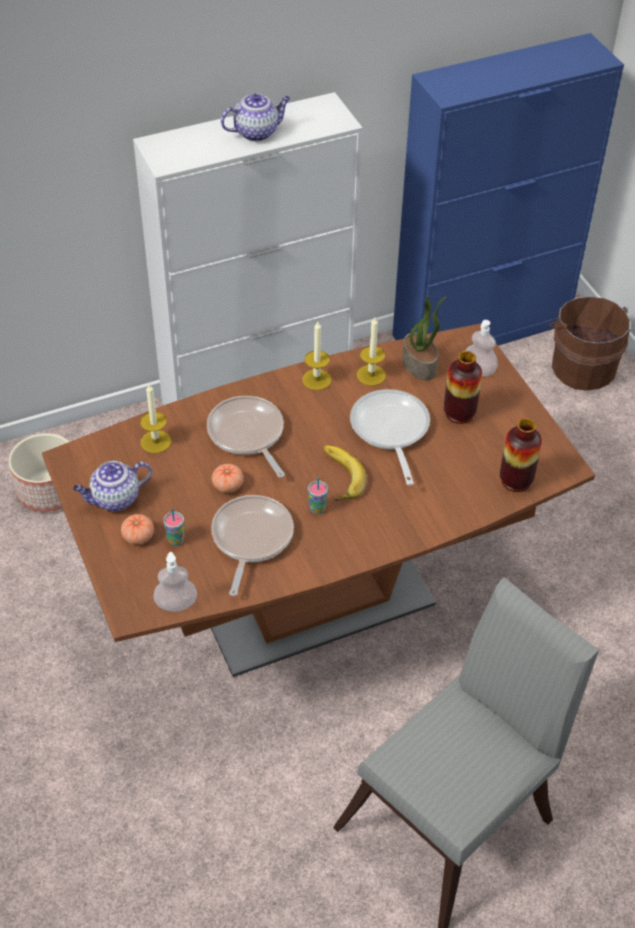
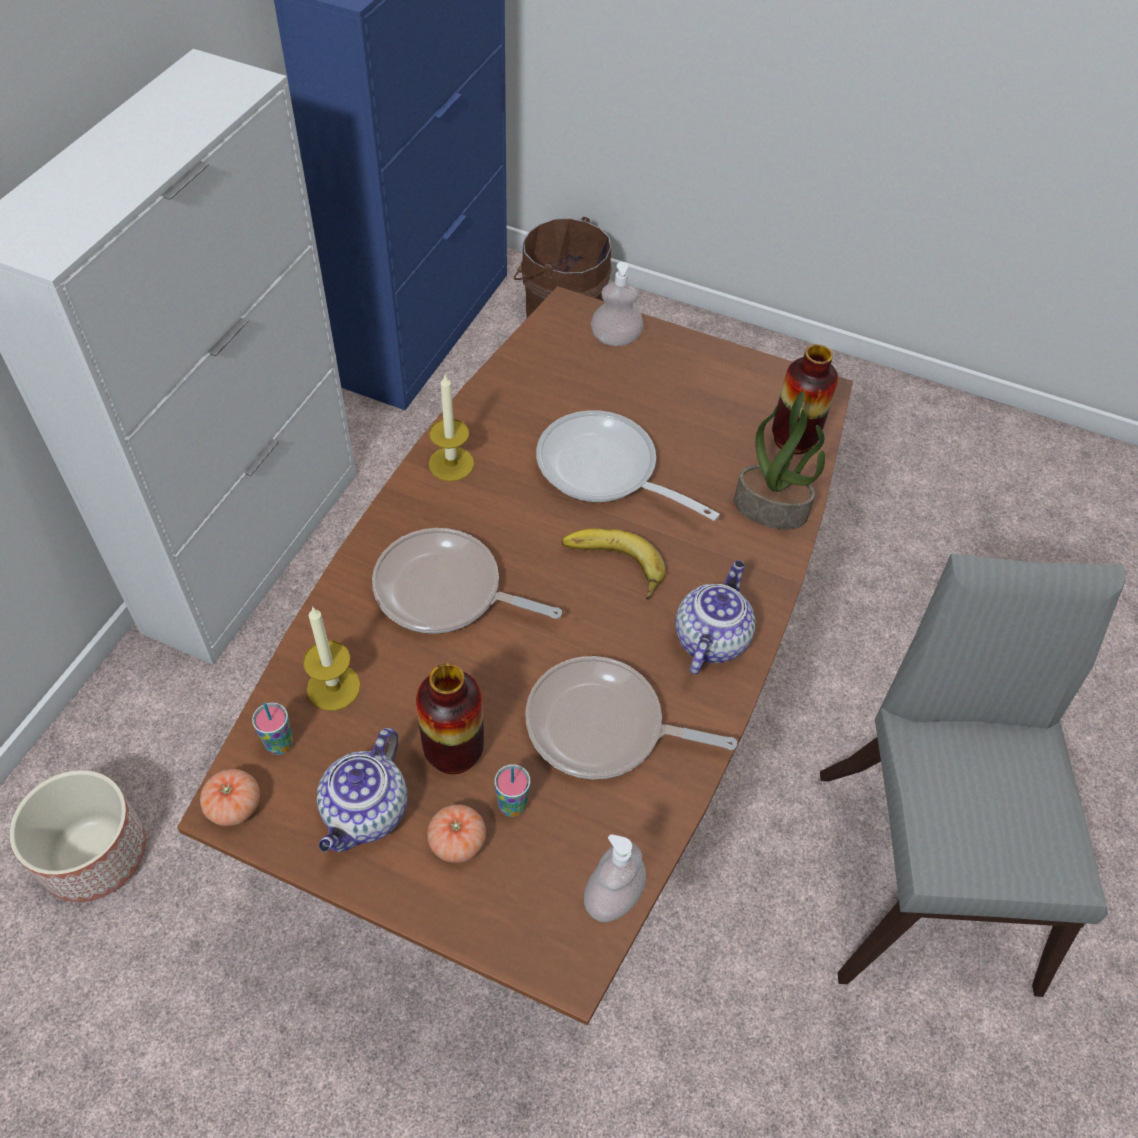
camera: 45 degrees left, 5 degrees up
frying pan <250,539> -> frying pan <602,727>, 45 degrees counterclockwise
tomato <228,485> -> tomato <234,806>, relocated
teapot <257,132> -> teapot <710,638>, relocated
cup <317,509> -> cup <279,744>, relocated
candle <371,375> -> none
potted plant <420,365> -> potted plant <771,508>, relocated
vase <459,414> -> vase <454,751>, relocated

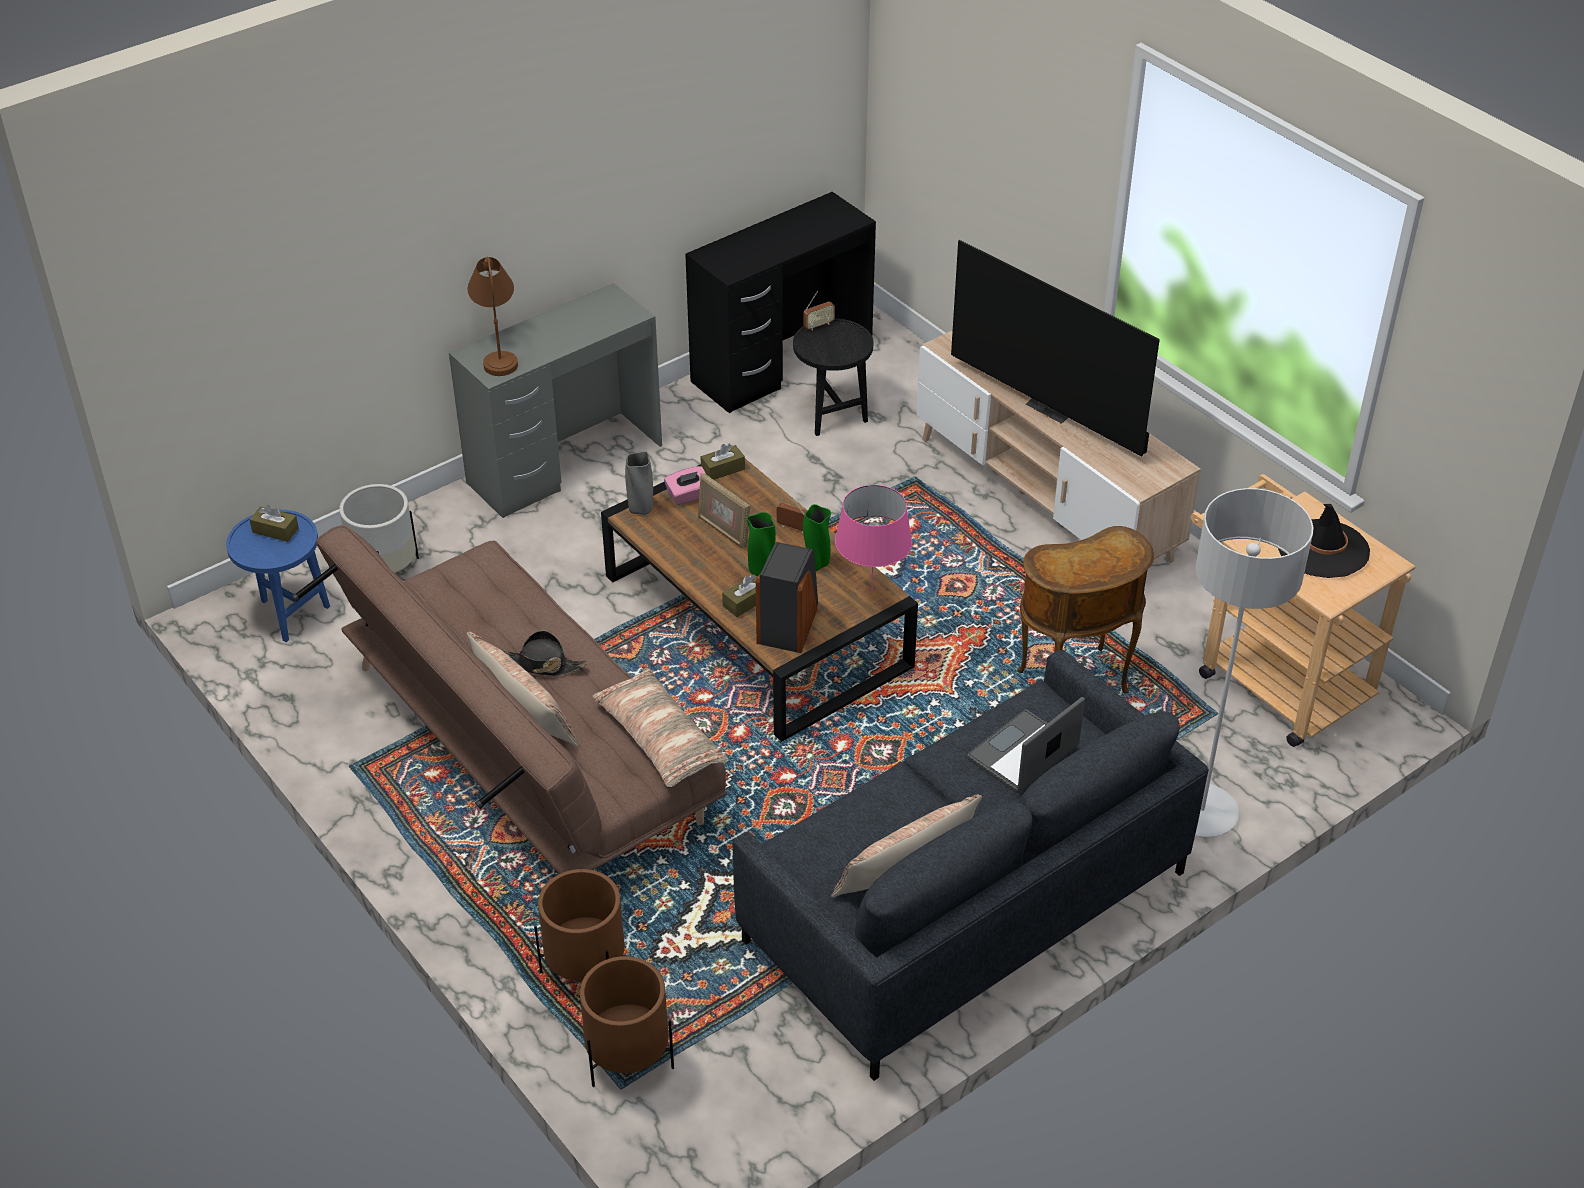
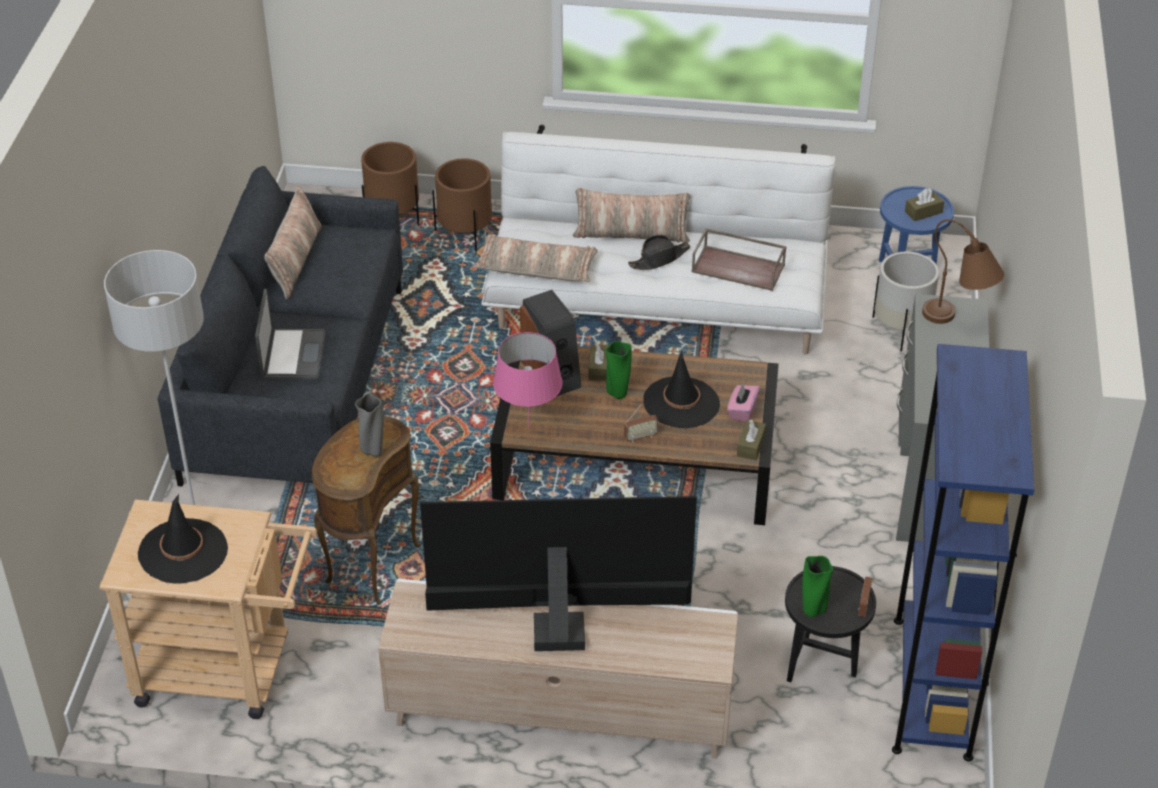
camera: 135 degrees right, 0 degrees up
brown sofa <526,746> -> white sofa <657,300>
grey vase <640,510> -> grey vase <373,450>, relocated
black desk <781,364> -> blue bookcase <932,687>
picture frame <723,532> -> black hat <681,403>
green vase <817,565> -> green vase <813,610>, relocated
none -> brown tray <739,268>

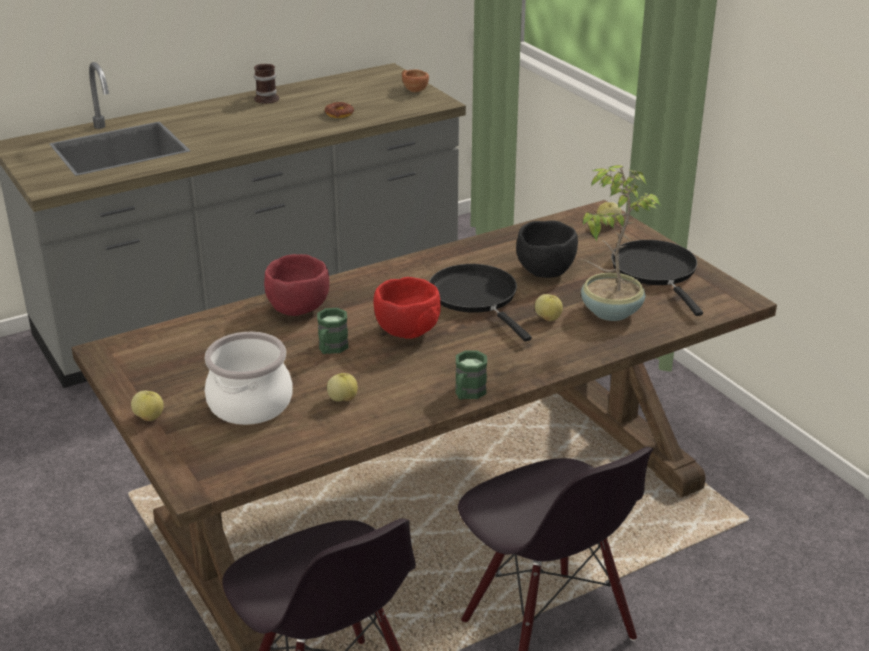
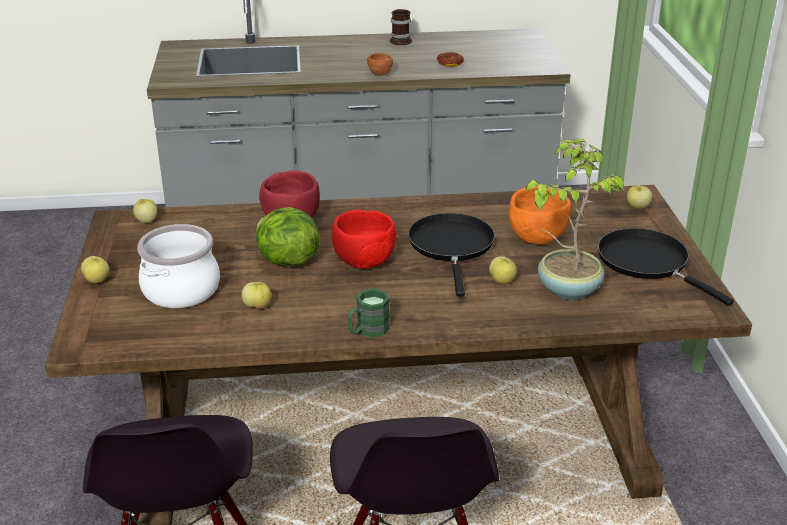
camera: 25 degrees right, 0 degrees up
green mug <331,349> -> lettuce <286,261>
brown cup <413,89> -> brown cup <379,72>, relocated
black bowl <545,270> -> orange bowl <537,237>
black frying pan <656,272> -> black frying pan <647,263>, 45 degrees counterclockwise
none -> apple <146,221>

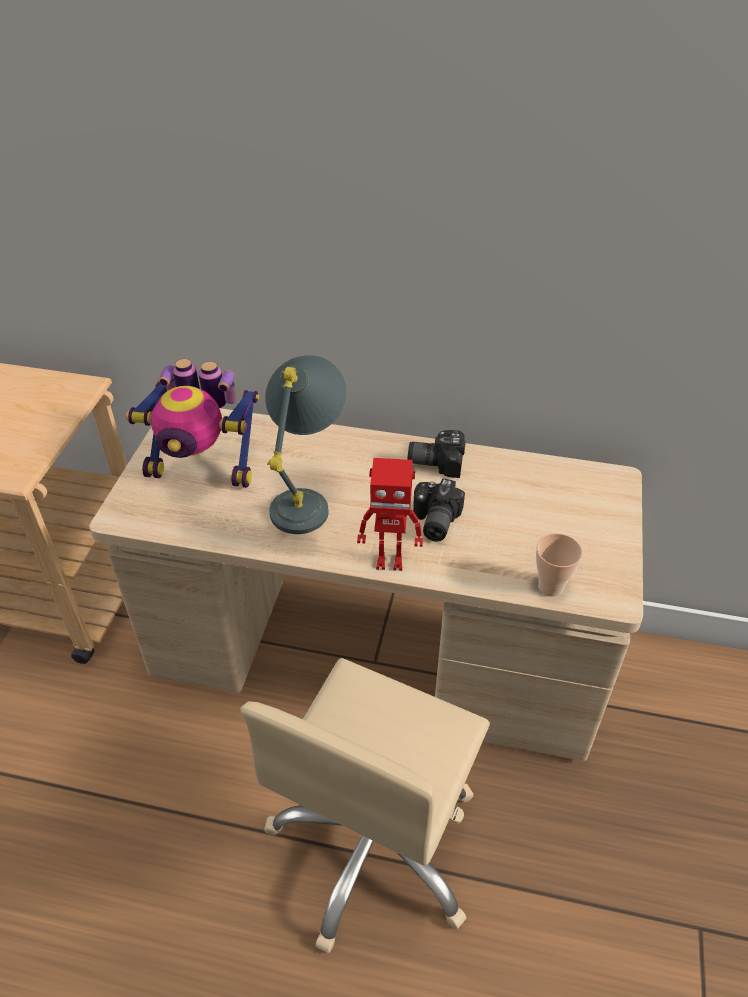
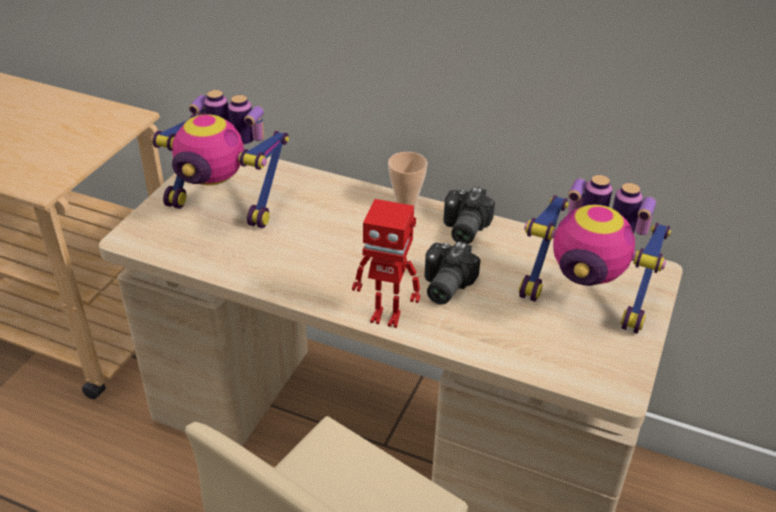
camera: 10 degrees right, 5 degrees down
grey table lamp <307,498> -> none
photo camera <436,461> -> photo camera <462,229>, 90 degrees counterclockwise
cup <550,587> -> cup <406,203>, relocated
none -> toy robot <584,301>

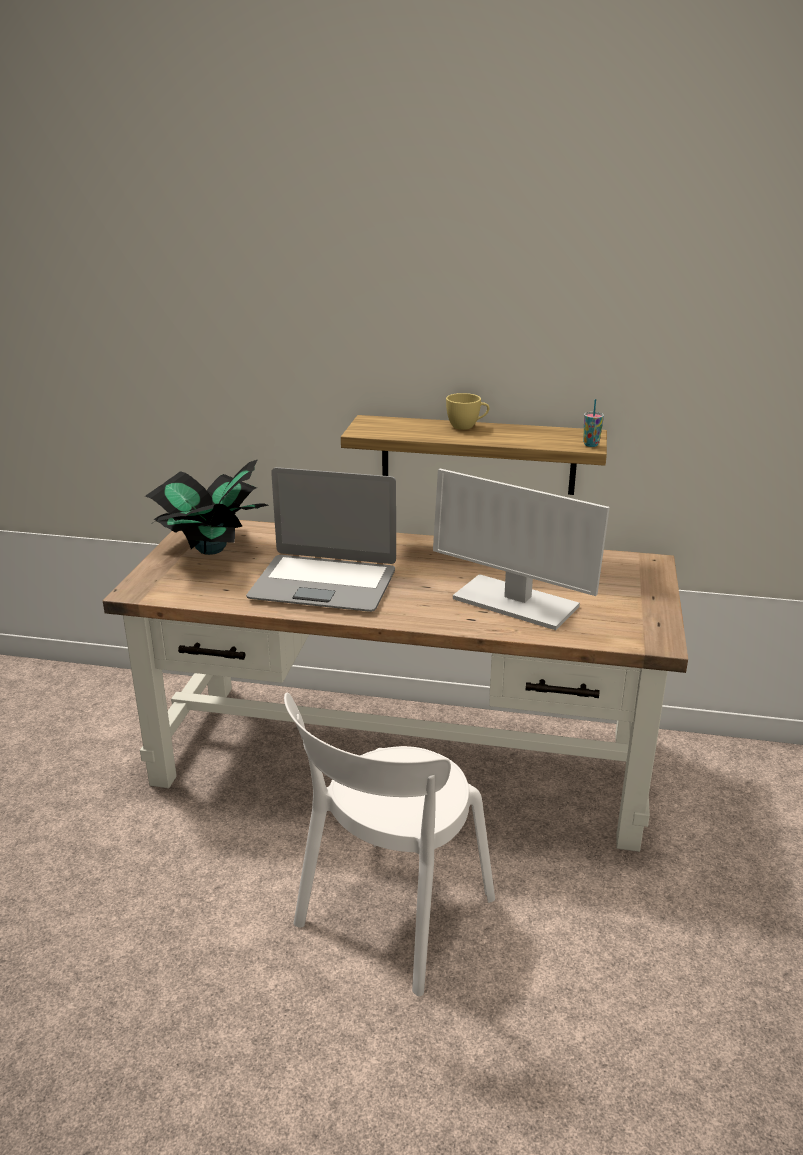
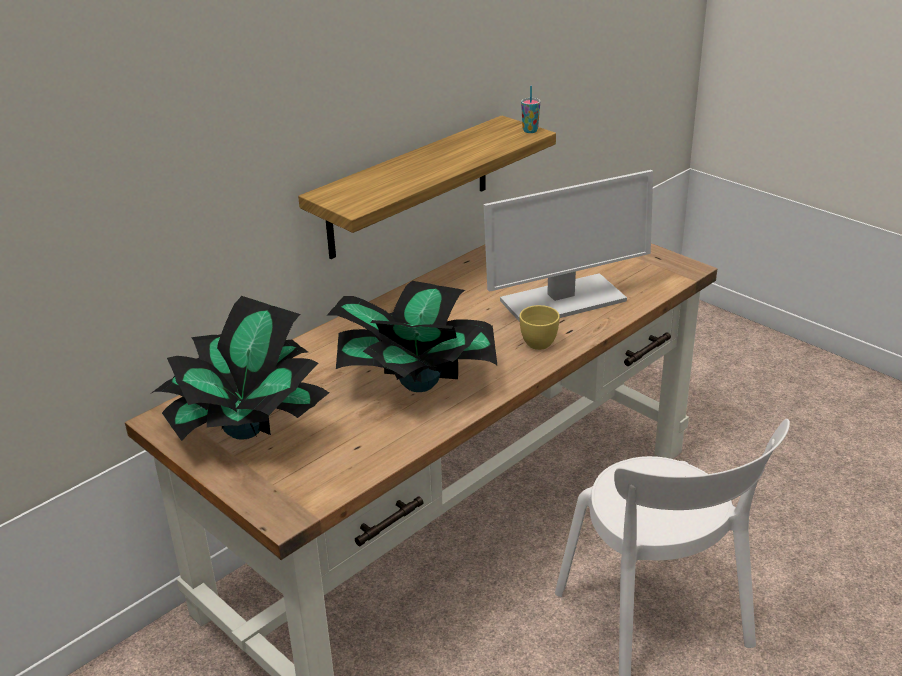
camera: 55 degrees left, 5 degrees up
laptop <324,584> -> potted plant <417,383>
yellow cup <467,426> -> yellow cup <541,341>, relocated

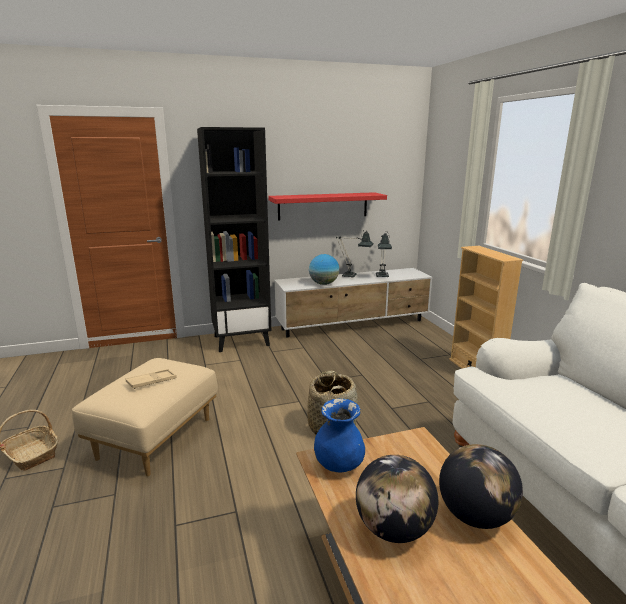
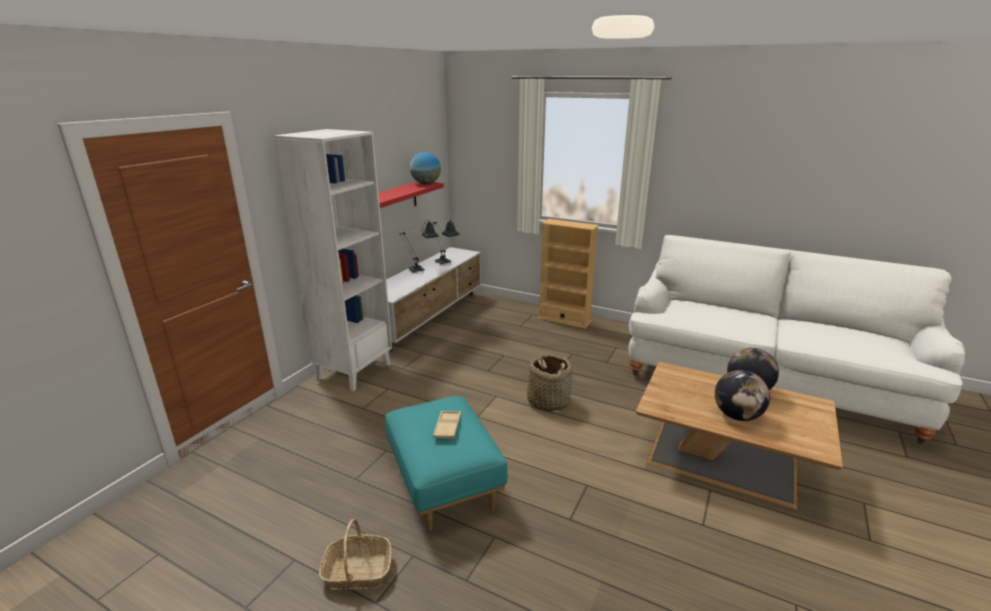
camera: 45 degrees left, 5 degrees up
beige ottoman <155,438> -> turquoise ottoman <443,484>
black bookcase <241,340> -> white bookcase <354,371>
globe <323,284> -> globe <426,183>, relocated
blue vase <339,464> -> none

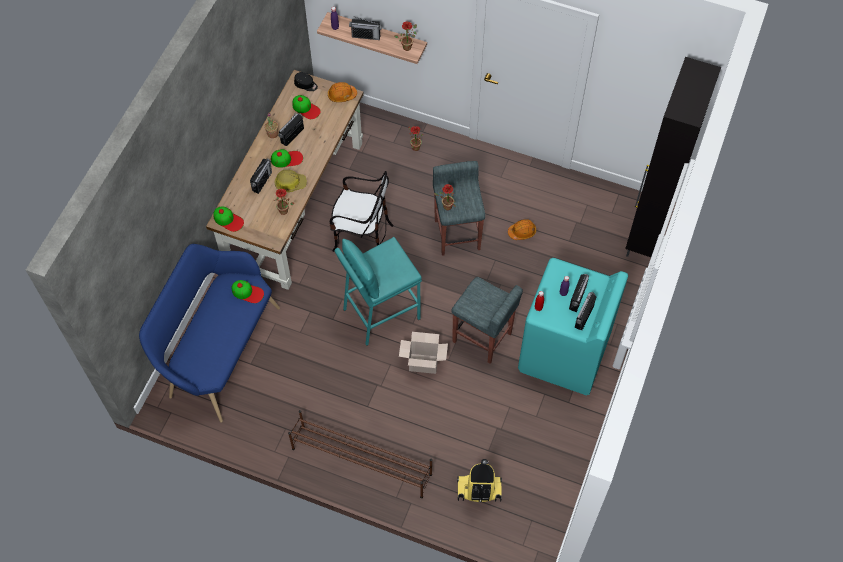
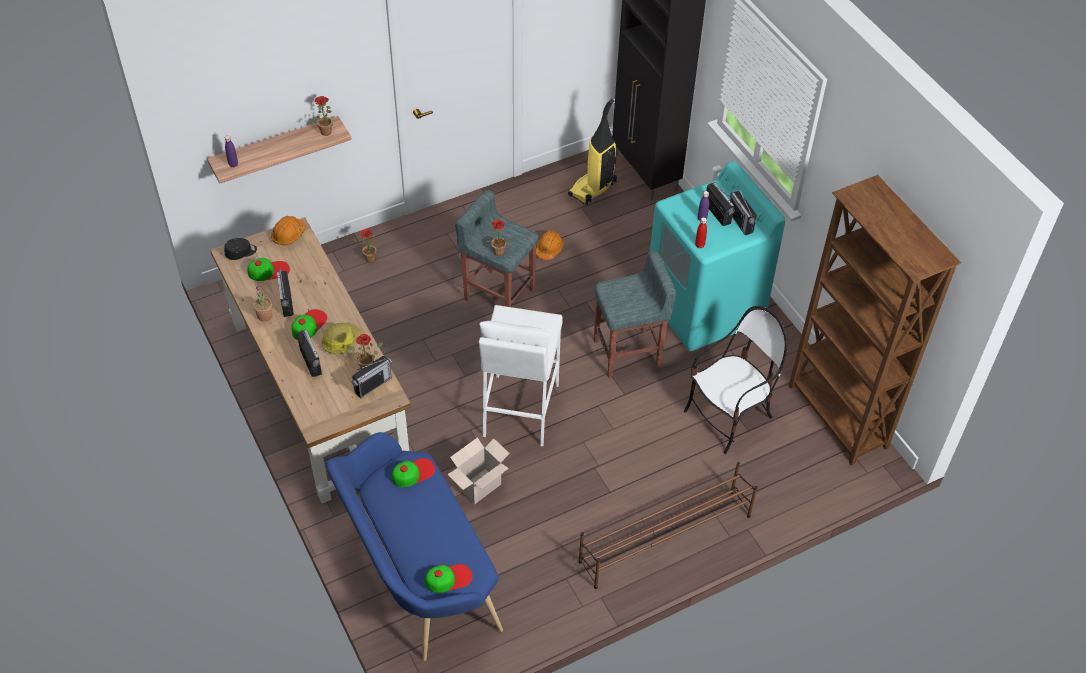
camera: 50 degrees left, 10 degrees down
cap <228,220> -> cap <448,578>, relocated
chair <362,236> -> chair <729,417>, relocated
turquoise stool <380,313> -> white stool <519,410>
radio <366,36> -> radio <373,385>, relocated
cardboard box <422,364> -> cardboard box <479,488>, relocated
vacuum cleaner <478,491> -> vacuum cleaner <592,189>, relocated
none -> brown bookcase <837,418>

